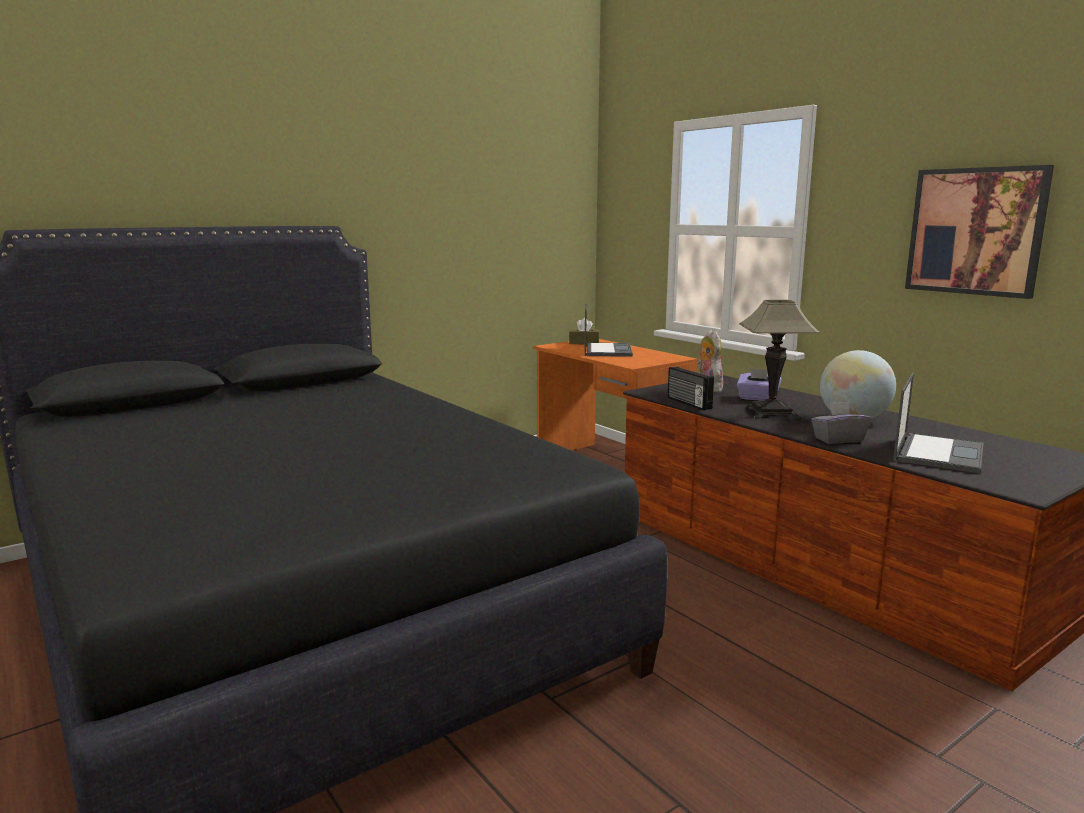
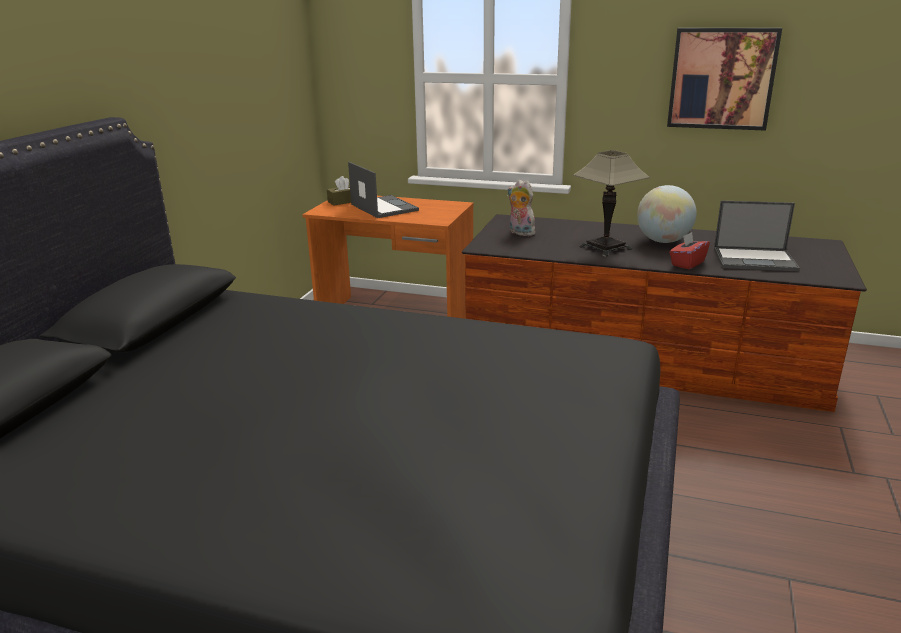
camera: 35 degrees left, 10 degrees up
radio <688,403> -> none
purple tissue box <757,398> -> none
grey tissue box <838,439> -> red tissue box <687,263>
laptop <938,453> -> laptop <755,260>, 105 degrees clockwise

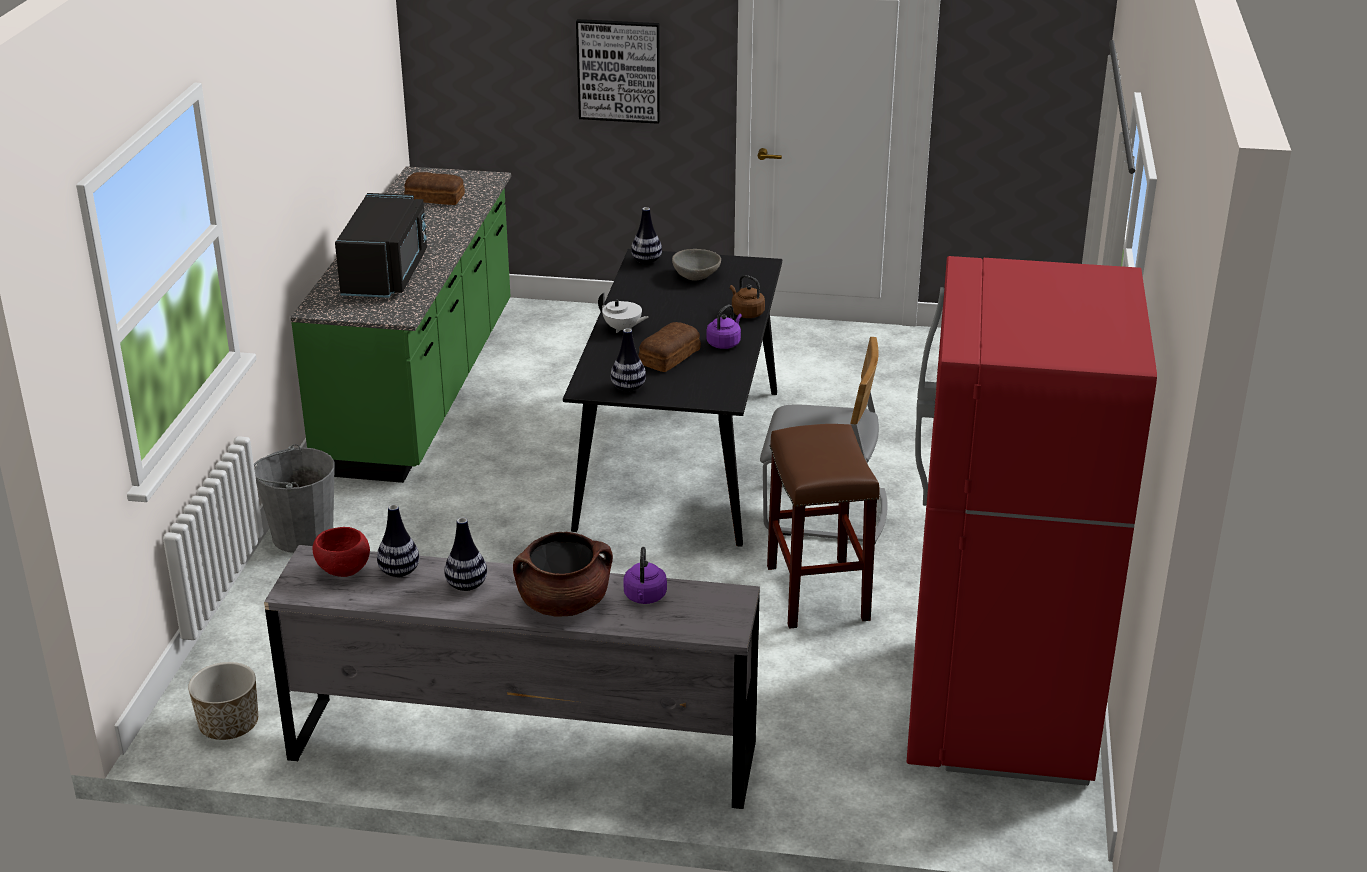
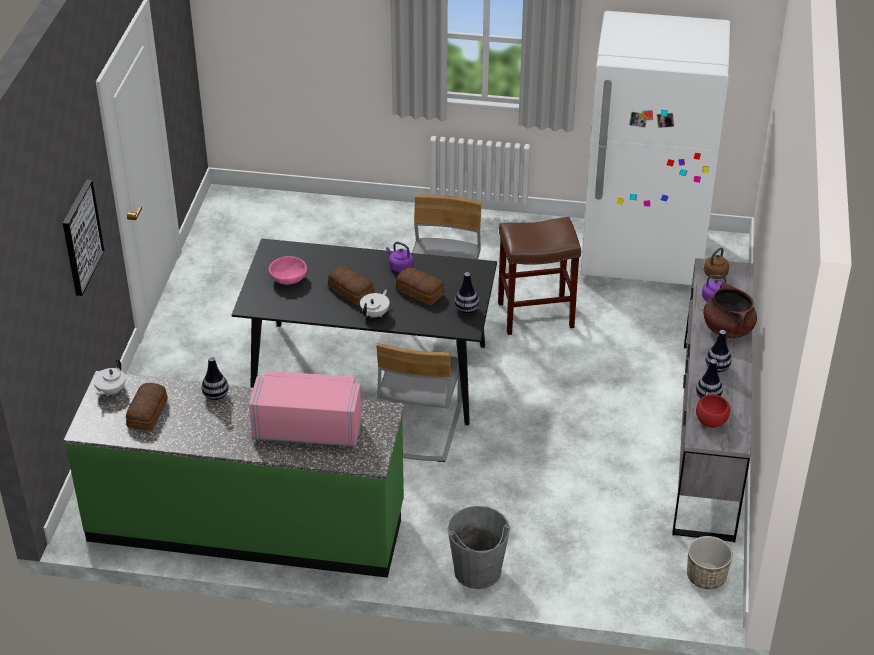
camera: 90 degrees left, 10 degrees up
black microwave <387,274> -> pink microwave <308,427>
vase <646,261> -> vase <215,395>, relocated
grey bowl <696,276> -> pink bowl <289,279>
brown kettle <746,313> -> brown kettle <714,274>, relocated
red fridge <999,712> -> white fridge <643,255>
none -> white teapot <110,391>
none -> bread <351,291>
none -> grey chair <418,429>

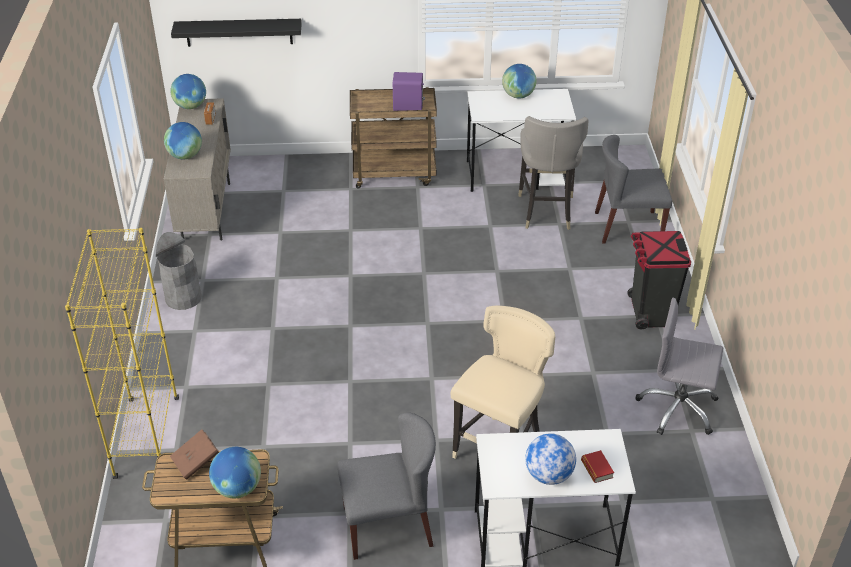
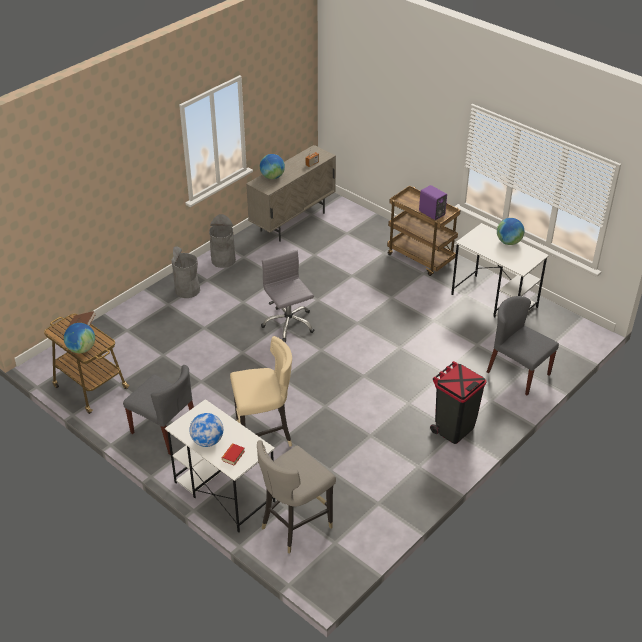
camera: 45 degrees right, 0 degrees up
yellow bookcase <147,438> -> none
black shelf <239,32> -> none
globe <190,106> -> none
grey stool <546,212> -> grey stool <295,526>, relocated
grey office chair <678,408> -> grey office chair <288,324>, relocated
none -> grey trash can <187,290>

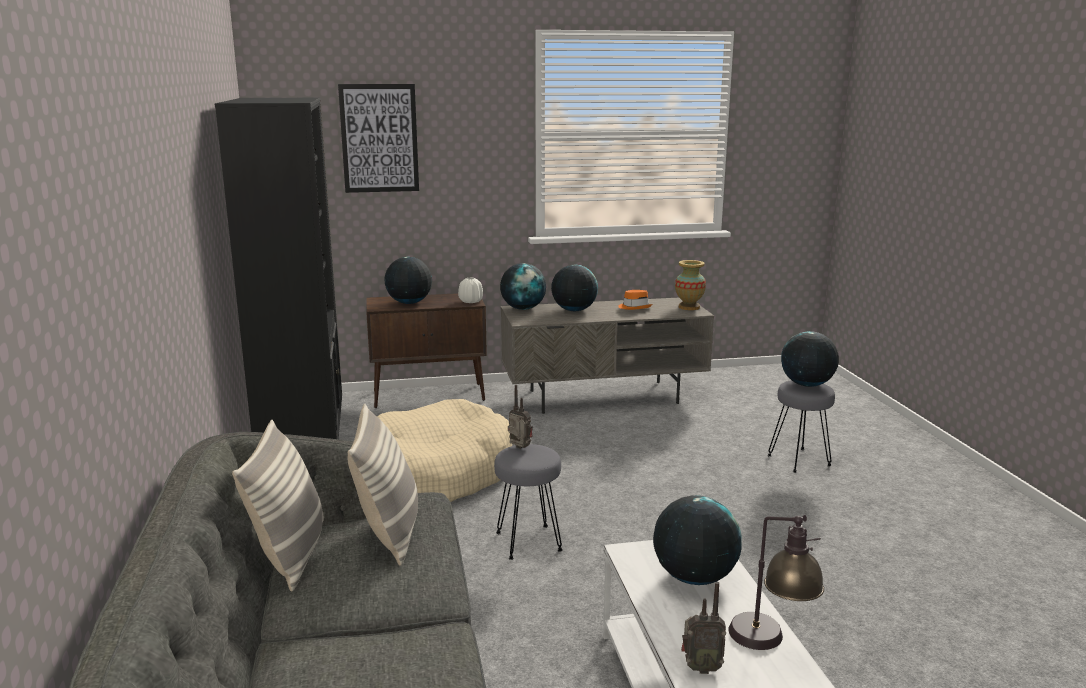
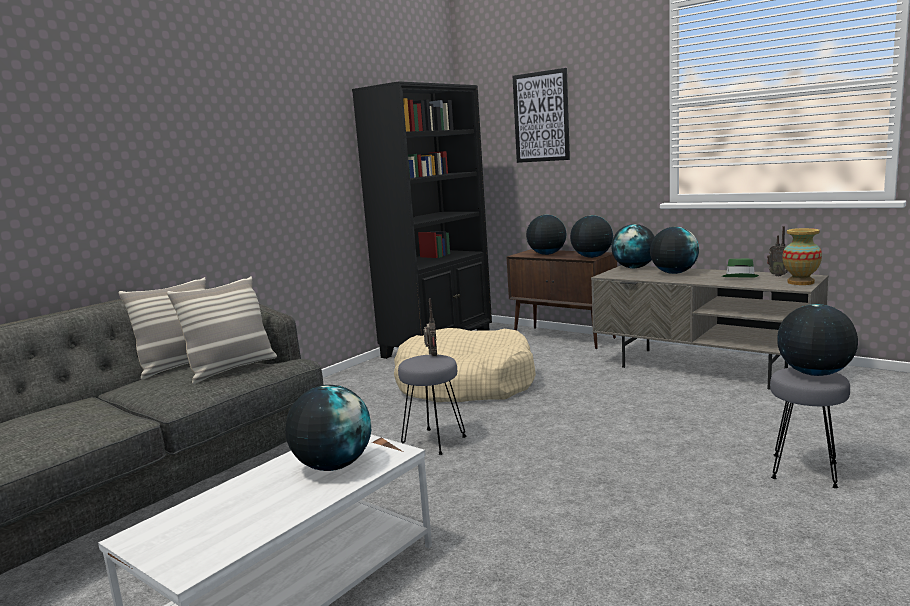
camera: 50 degrees right, 5 degrees down
white vase <470,301> -> globe <591,257>
orange hat <634,307> -> green hat <740,277>
radio <700,668> -> radio <778,275>, relocated
table lamp <771,644> -> none

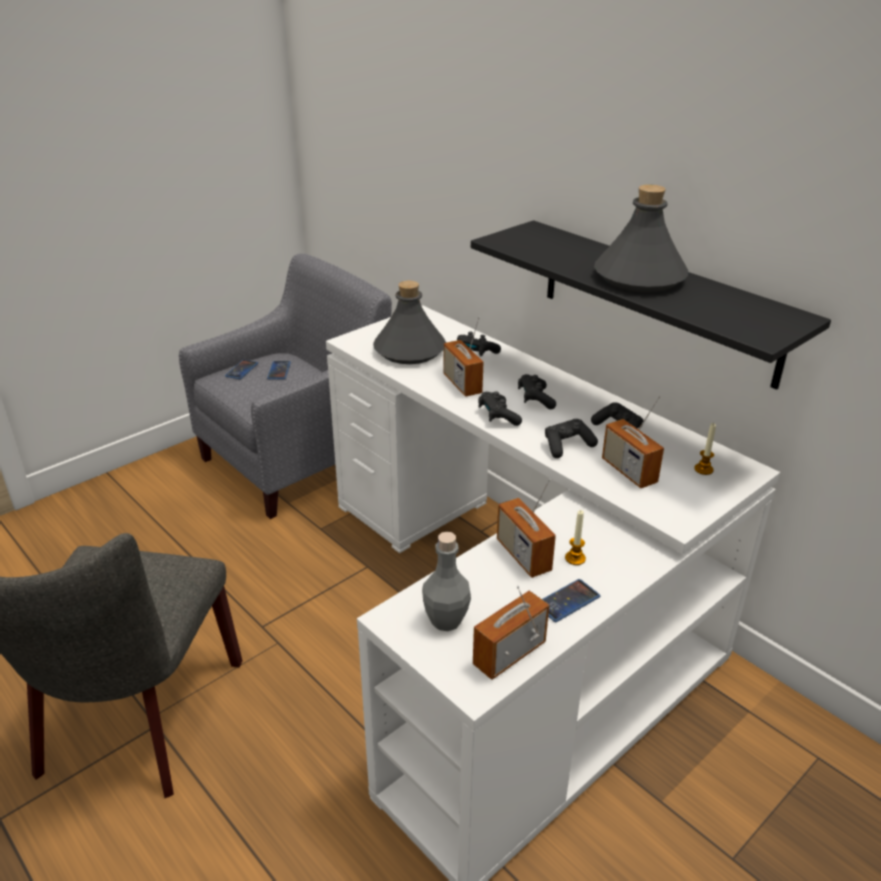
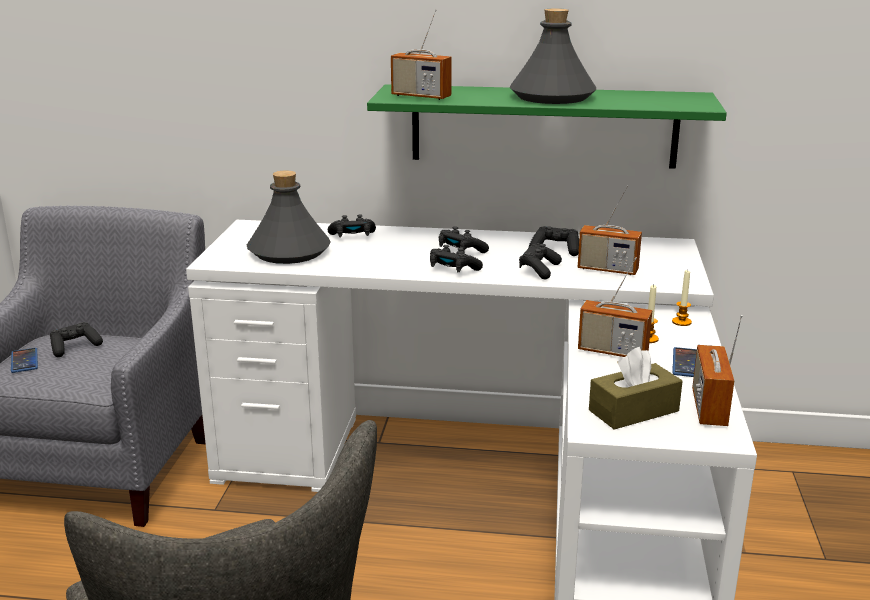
camera: 40 degrees left, 10 degrees down
phone <279,370> -> black game controller <74,347>
grey bottle <446,620> -> brown tissue box <633,411>
radio <462,384> -> radio <421,96>, relocated
black shelf <657,301> -> green shelf <543,126>
candle <703,469> -> candle <681,322>, relocated

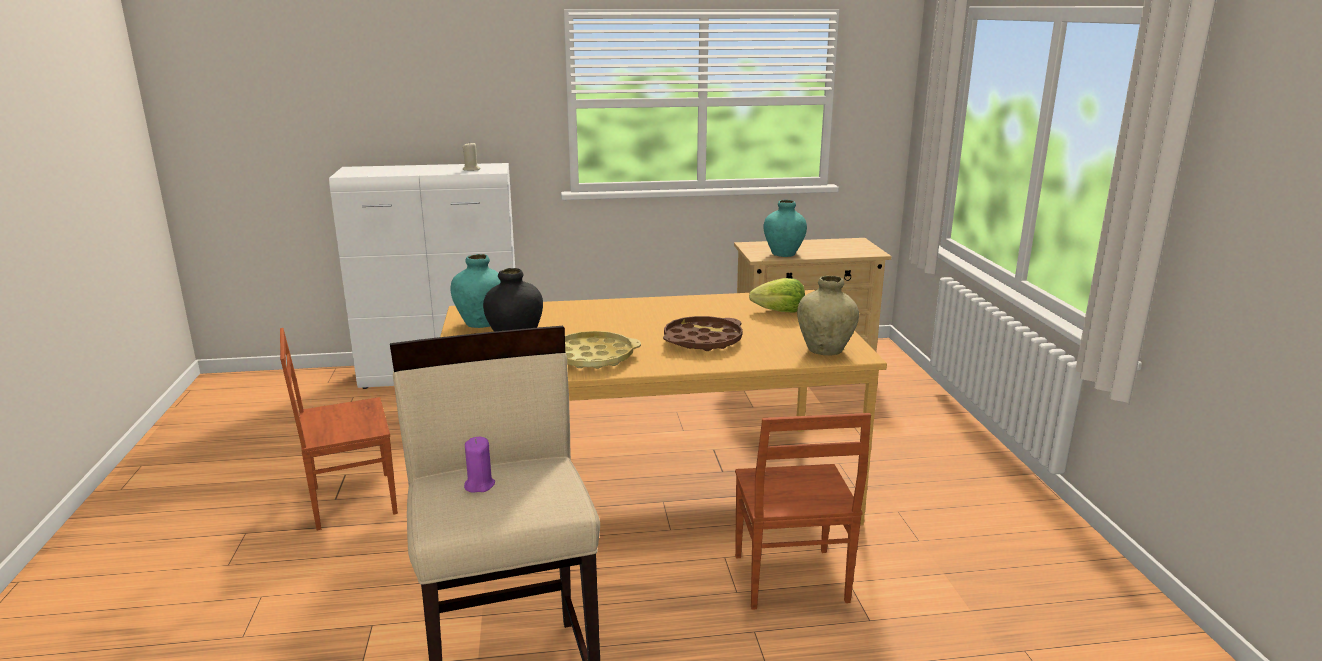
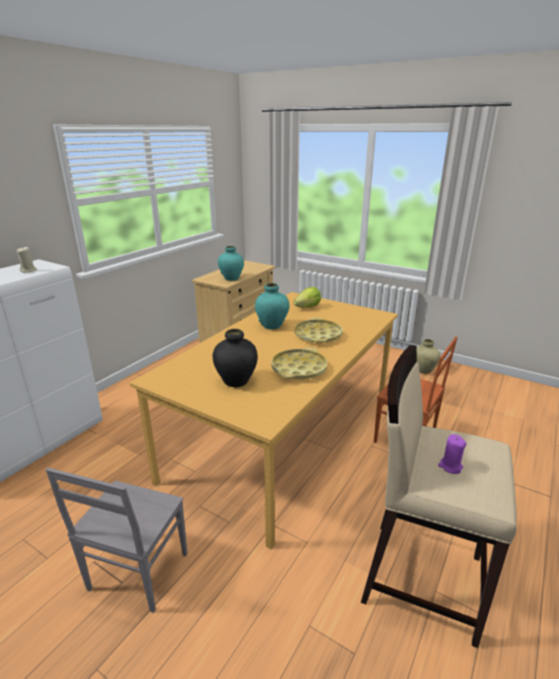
camera: 50 degrees left, 5 degrees up
brown chair <352,500> -> grey chair <137,572>
turquoise vase <482,323> -> turquoise vase <272,326>, relocated
brown tray <702,340> -> yellow tray <318,335>
beige vase <825,350> -> beige vase <423,370>, relocated

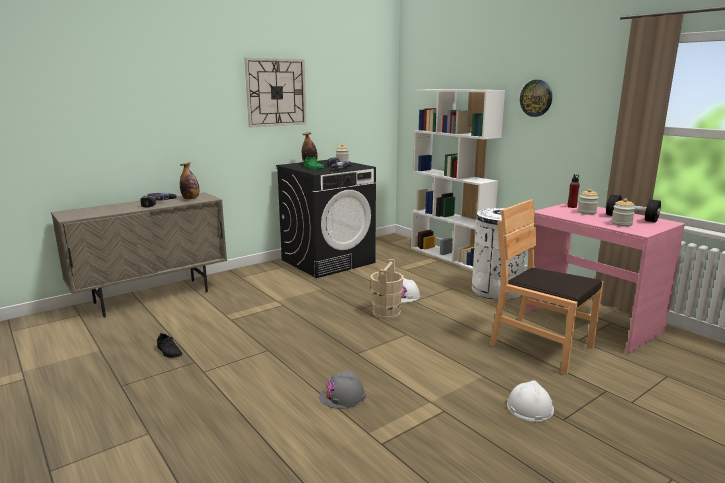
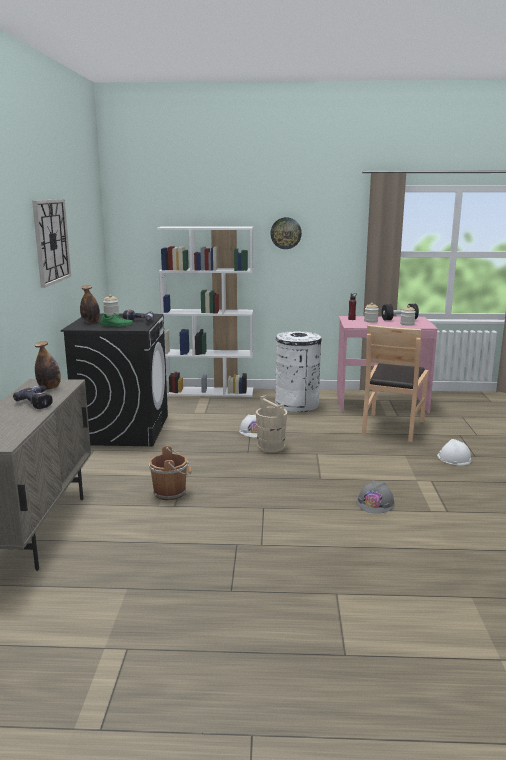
camera: 50 degrees left, 0 degrees up
black shoe <169,351> -> none
brown chair <541,346> -> brown chair <392,427>, 60 degrees counterclockwise
none -> brown bucket <171,492>

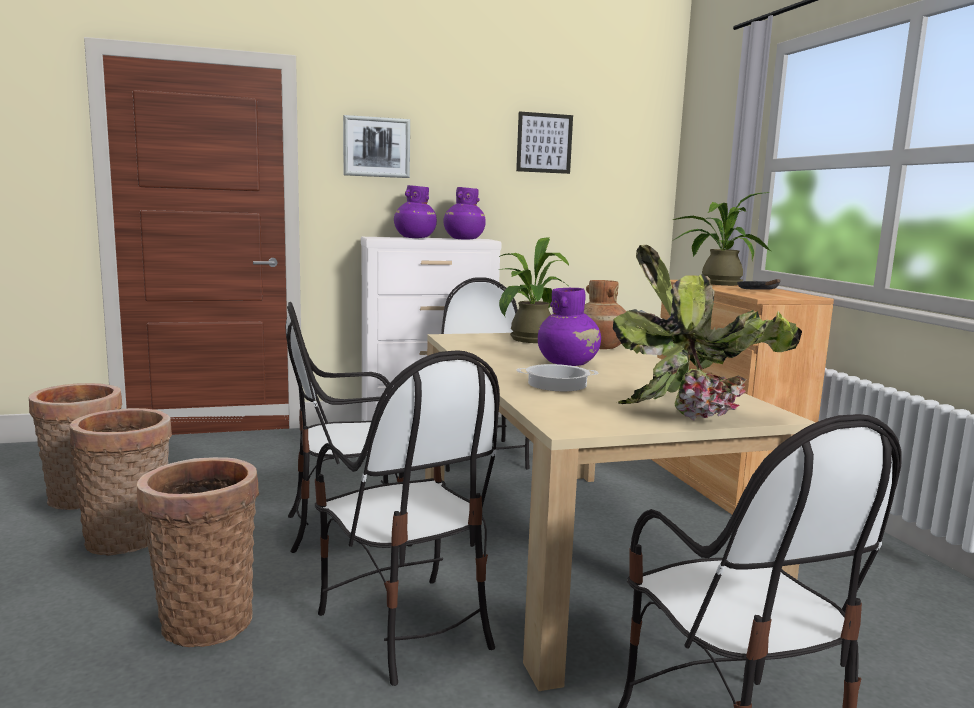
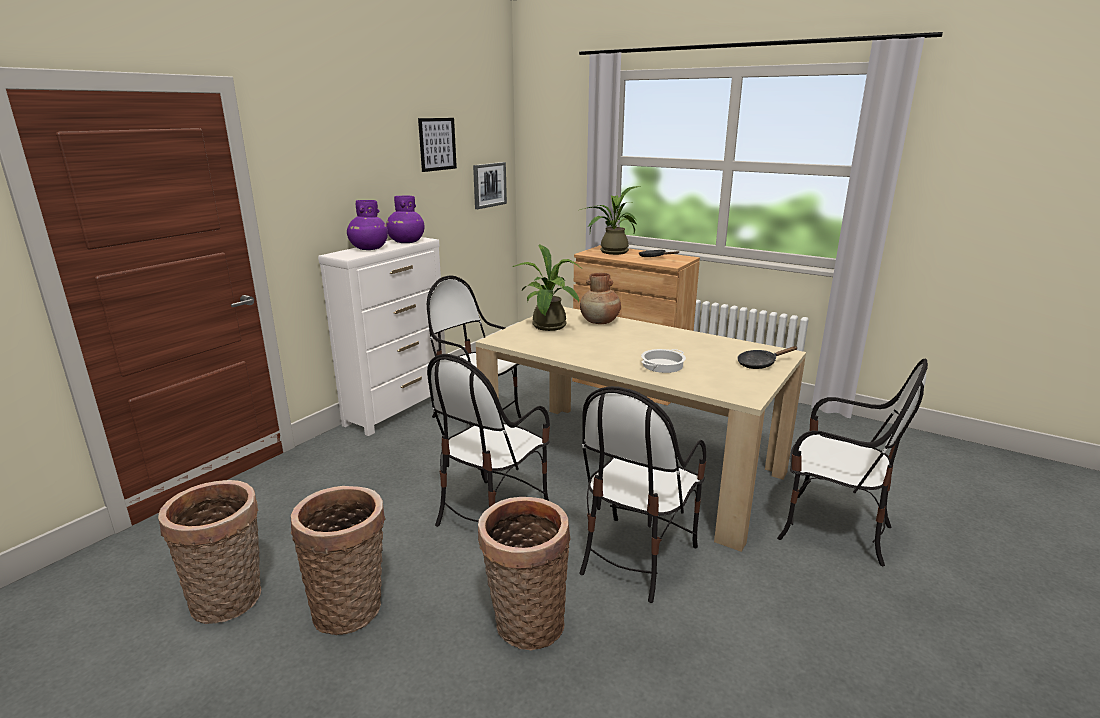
camera: 40 degrees left, 10 degrees up
chair <406,627> -> chair <636,556>, 105 degrees clockwise
picture <376,147> -> picture <489,185>, relocated
purple vase <568,364> -> none
potted plant <694,413> -> black frying pan <759,364>

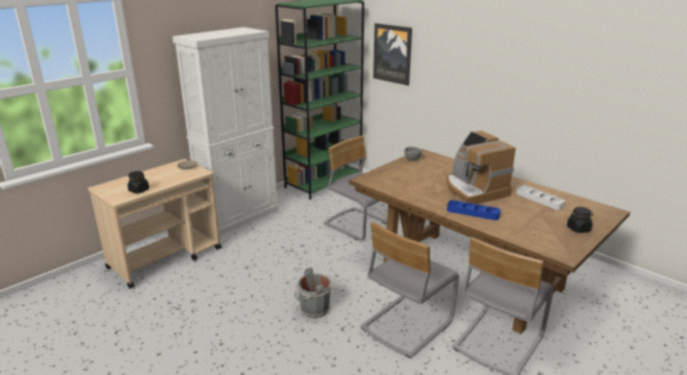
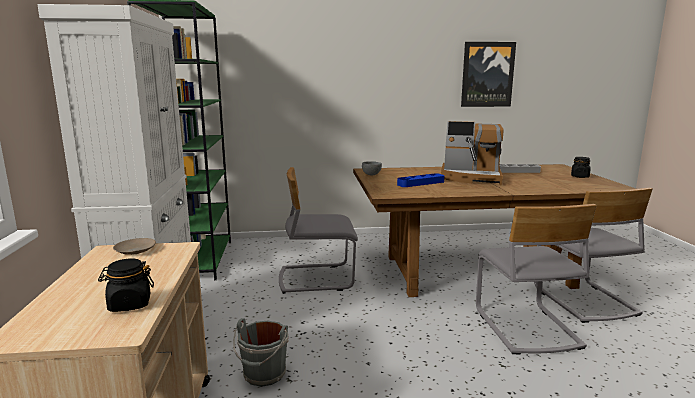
camera: 50 degrees left, 10 degrees down
grey bucket <313,309> -> grey bucket <264,375>, relocated
picture <392,54> -> picture <487,74>, relocated
blue tray <473,213> -> blue tray <420,183>, relocated

